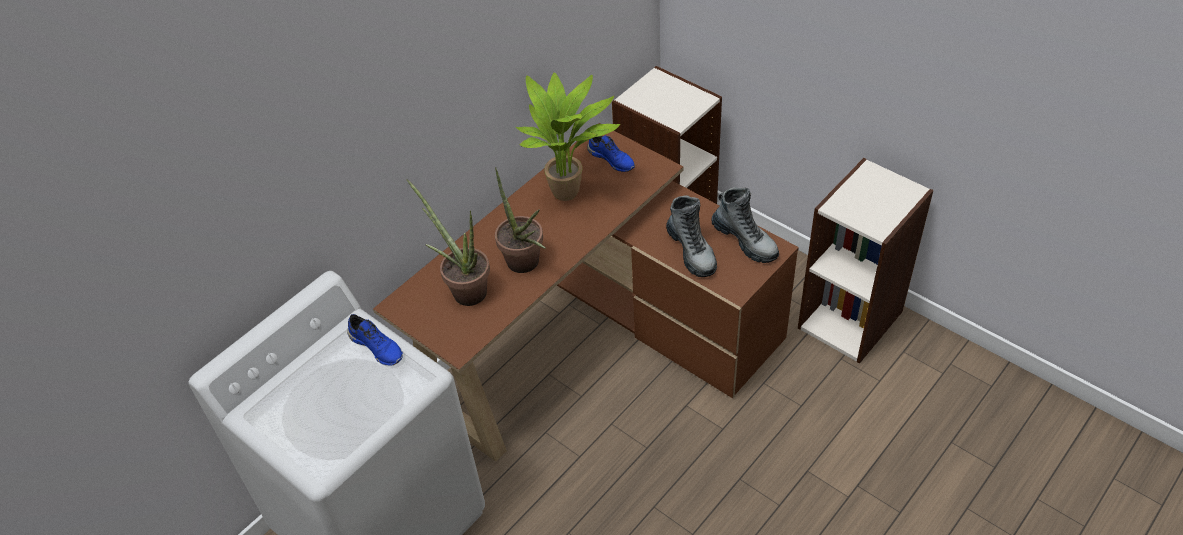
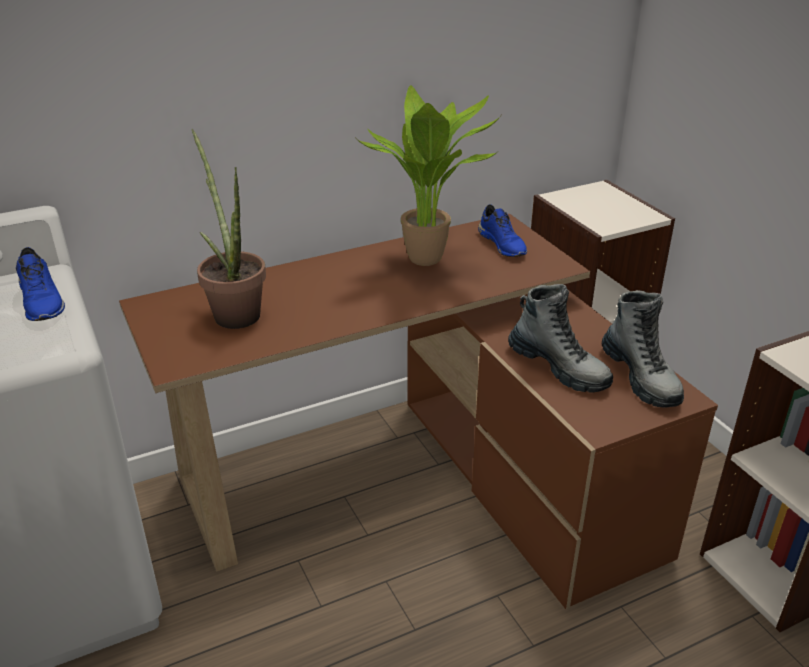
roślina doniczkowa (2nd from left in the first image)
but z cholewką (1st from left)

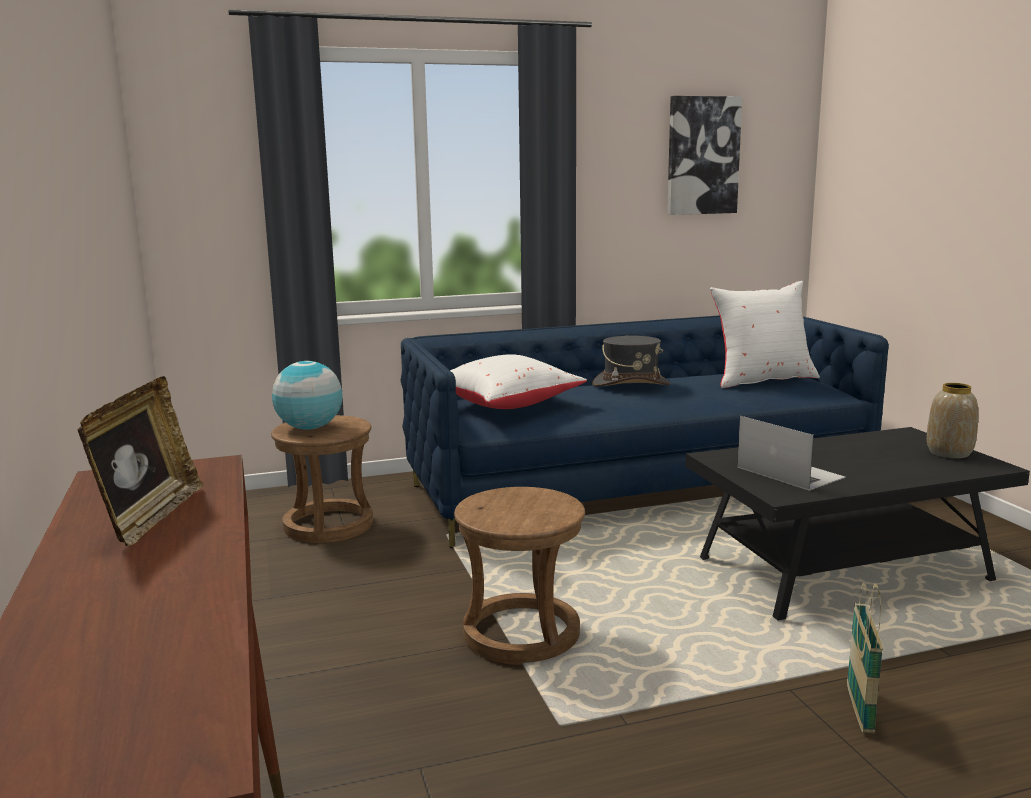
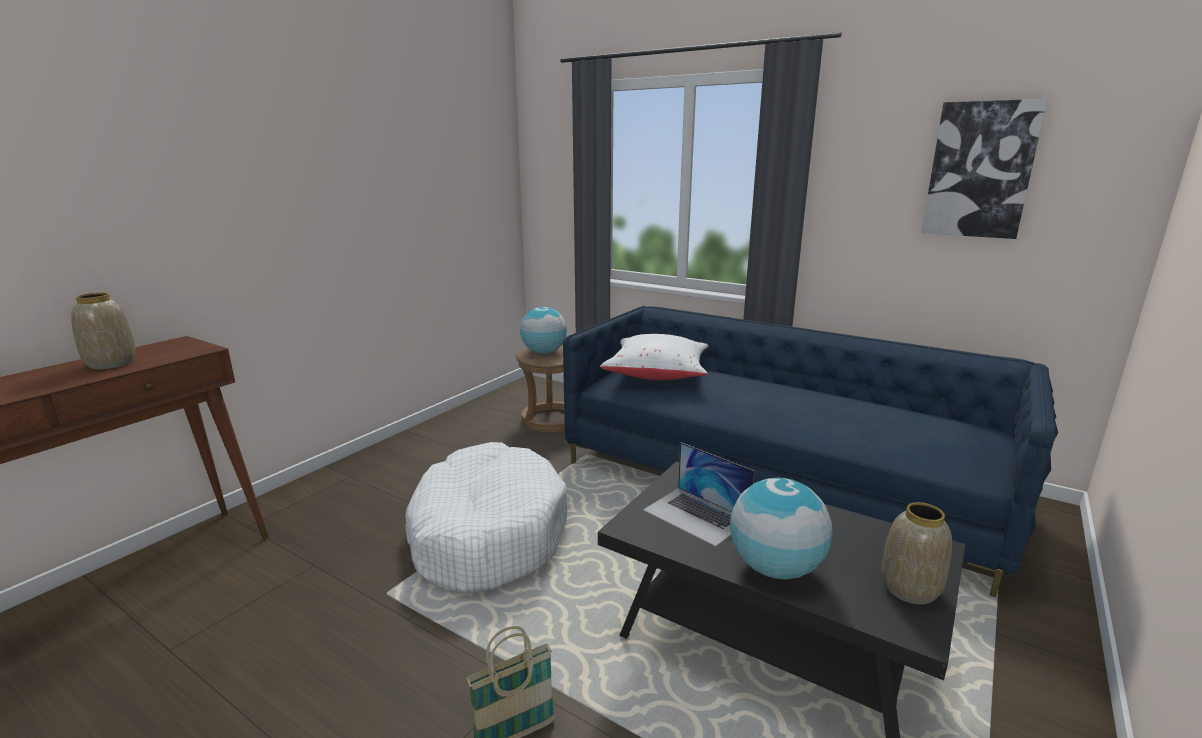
kapelusz/szary
poduszka/biały (2nd from left in the first image)
globus (2nd from left)
wazon (1st from left)
legowisko/biały
laptop

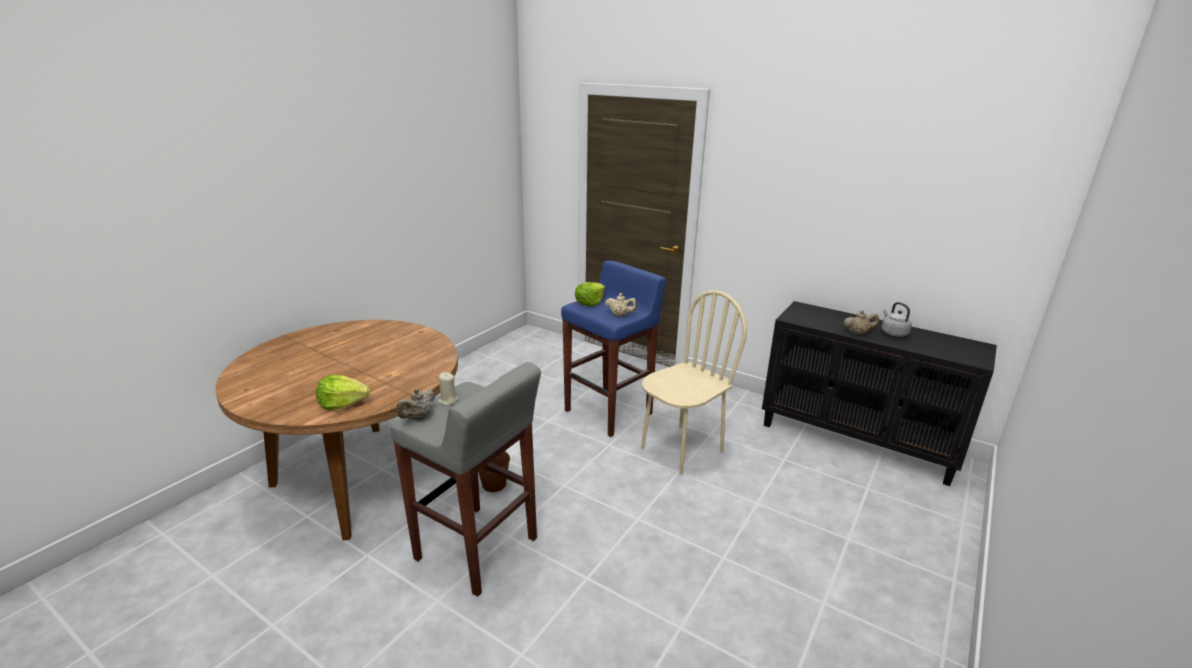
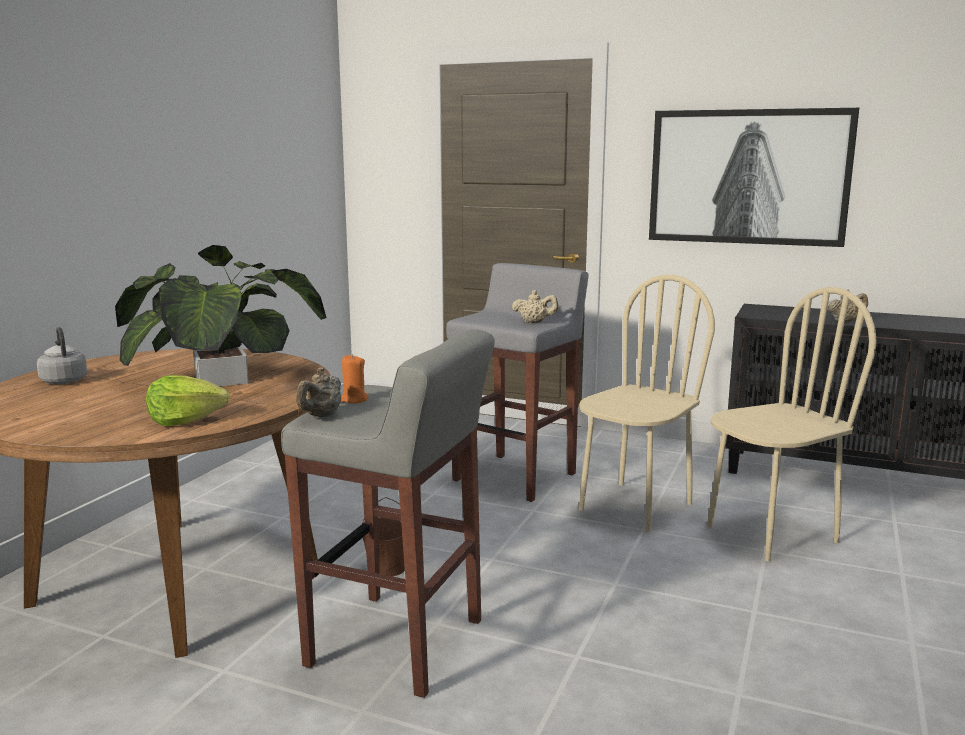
sałata (2nd from left in the first image)
roślina doniczkowa
obraz
krzesło/beżowy (2nd from left)
czajnik/szary
świeca/pomarańczowy
stołek/szary (2nd from left)

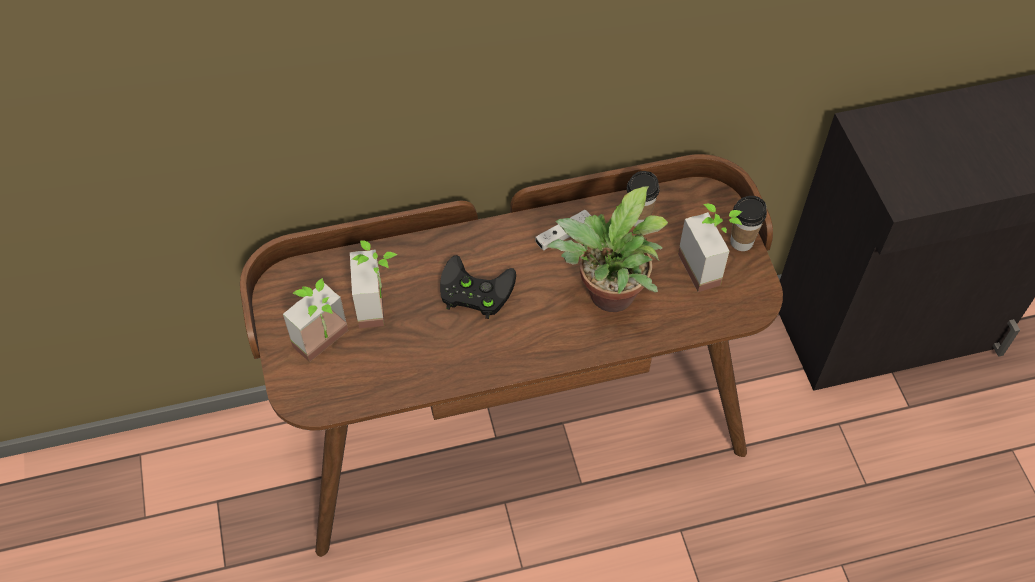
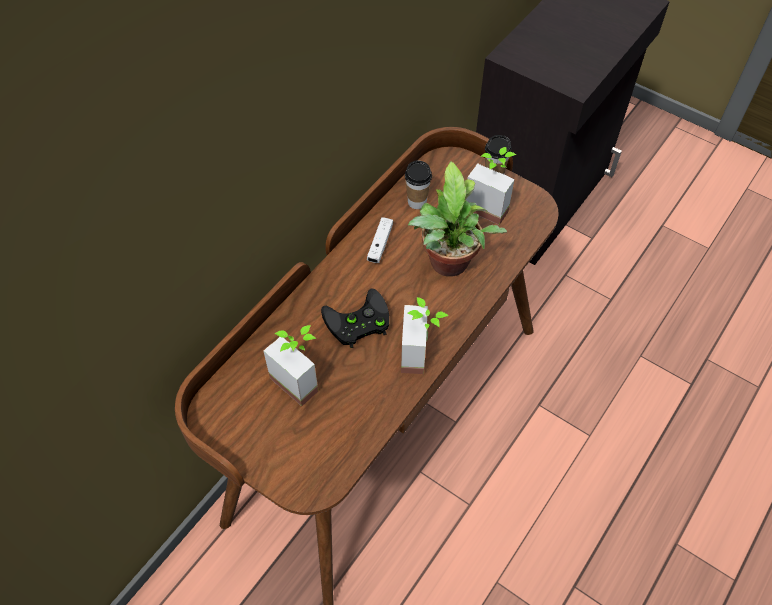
roślina doniczkowa (2nd from left)

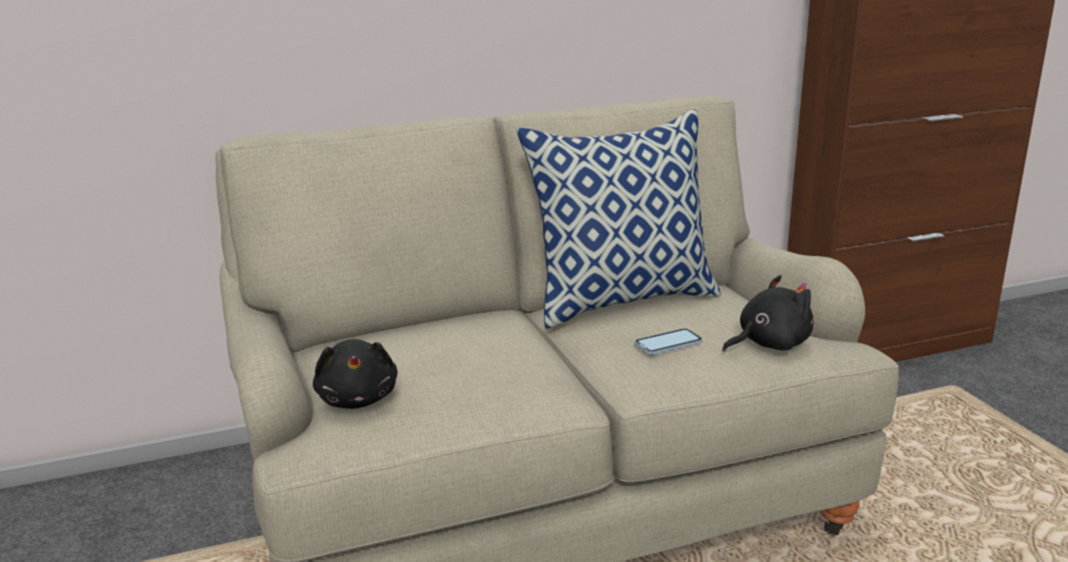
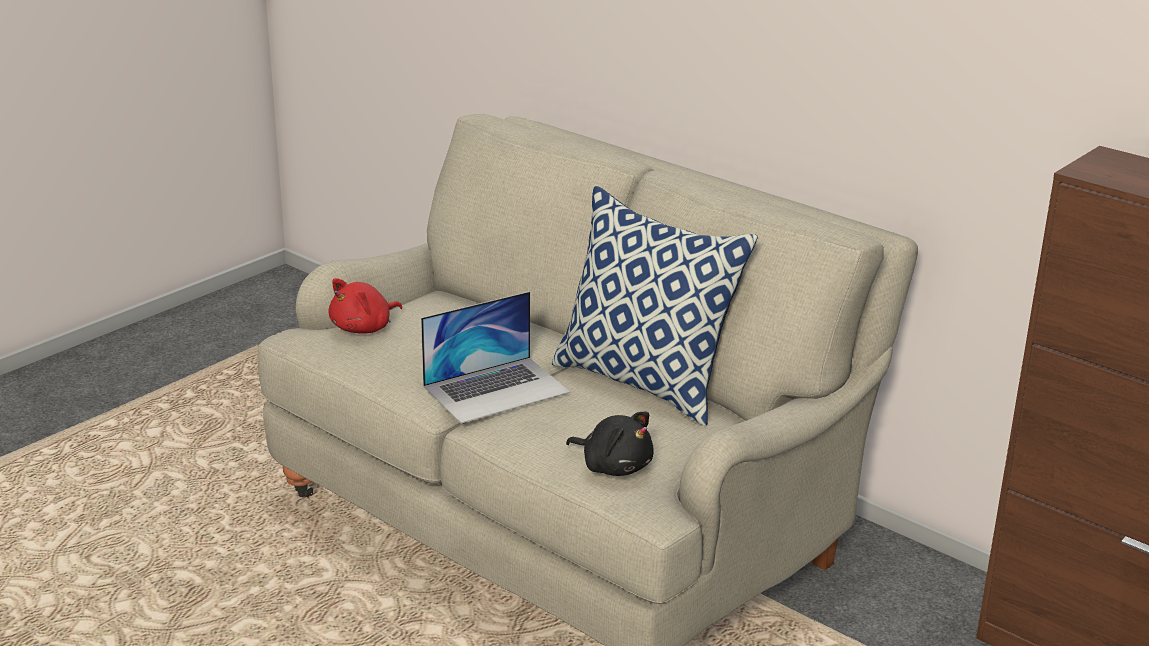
telefon
laptop
pluszak/czerwony

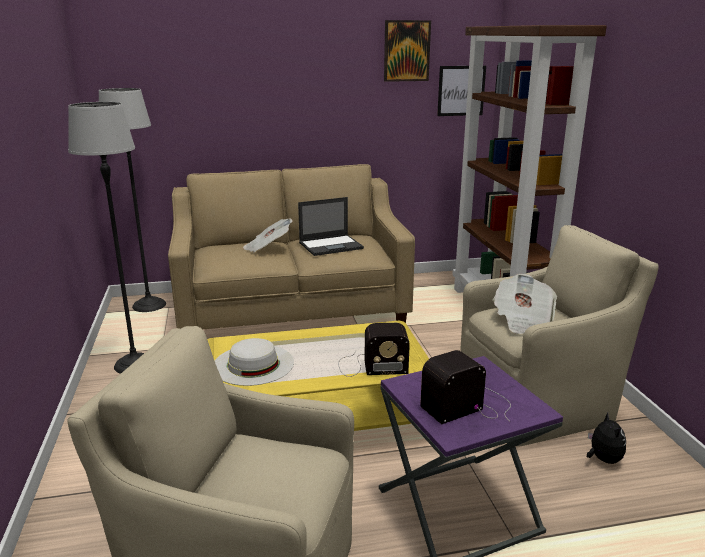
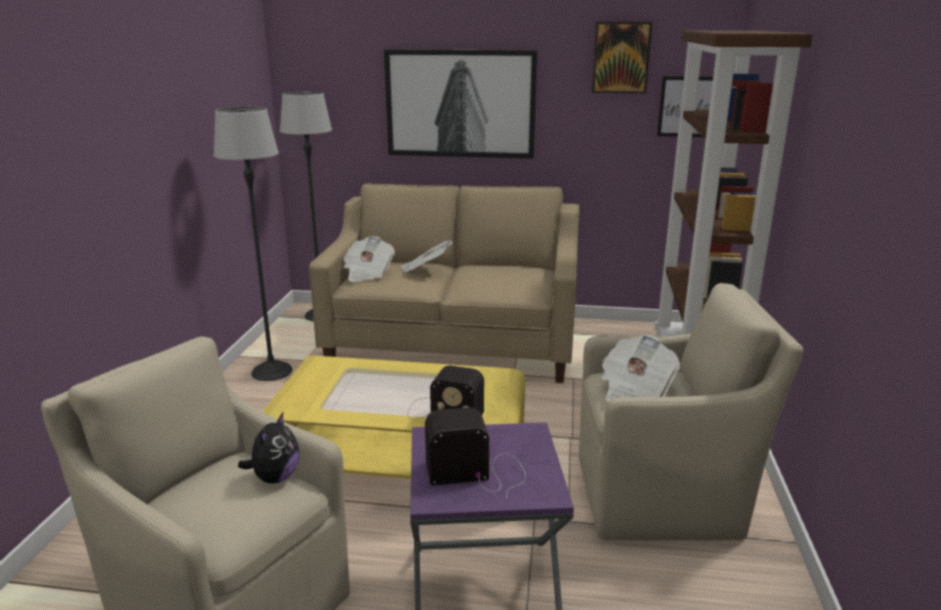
kapelusz/biały
laptop
gazeta (1st from left)
obraz (1st from left)
pluszak

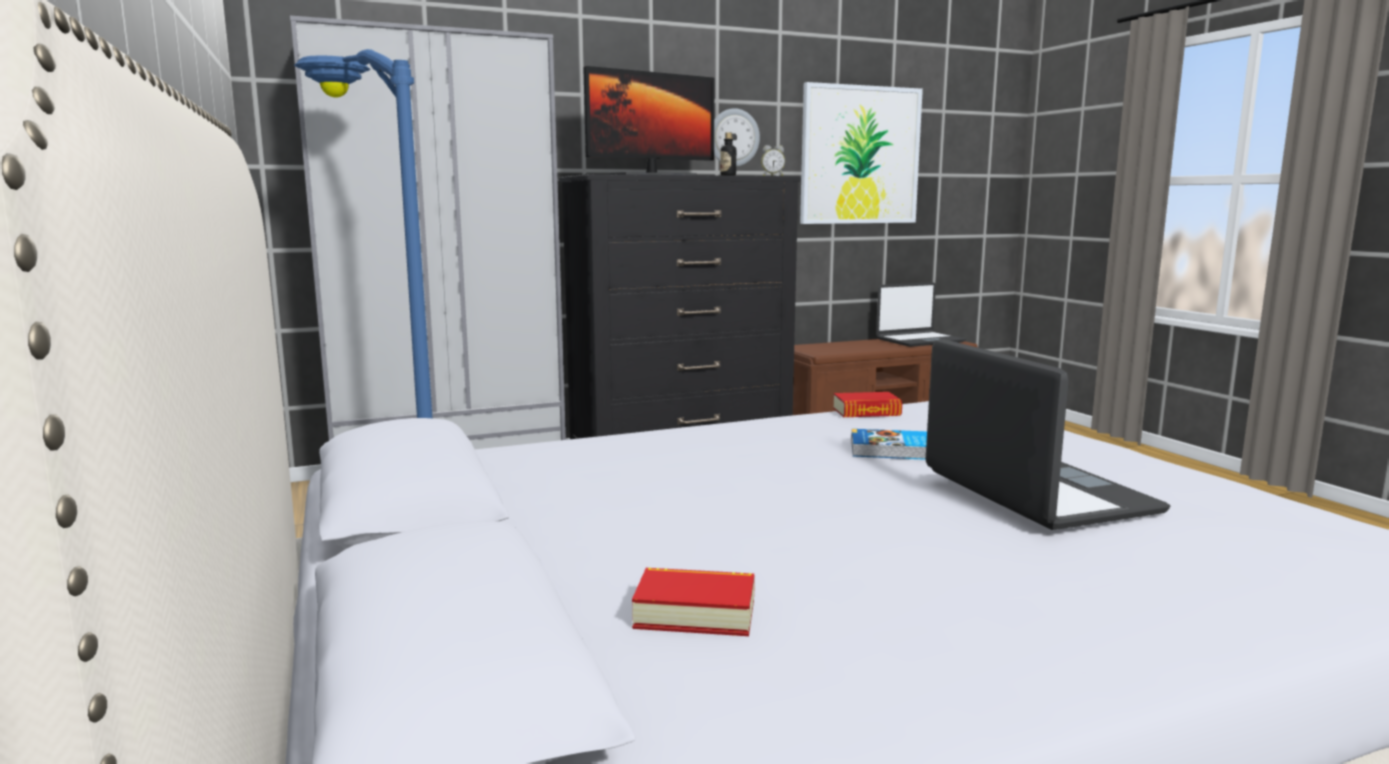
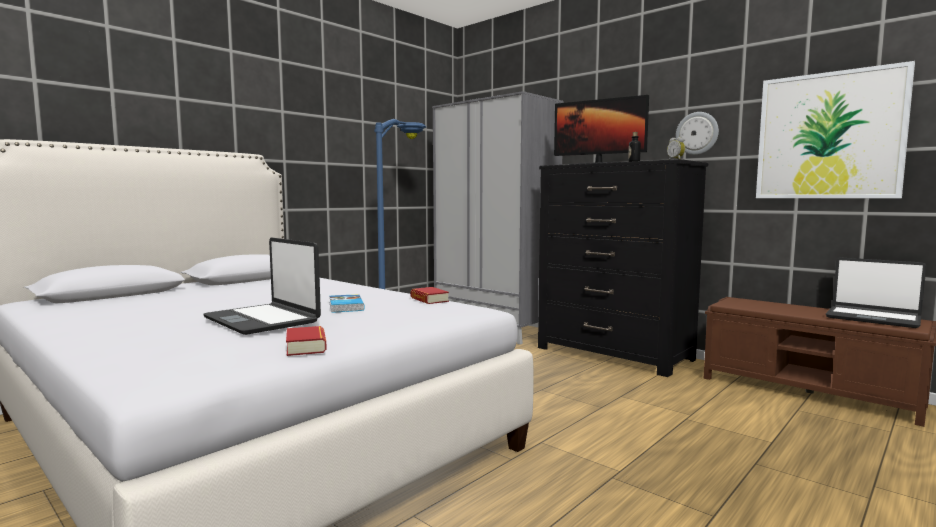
książka (1st from left)
laptop (1st from left)

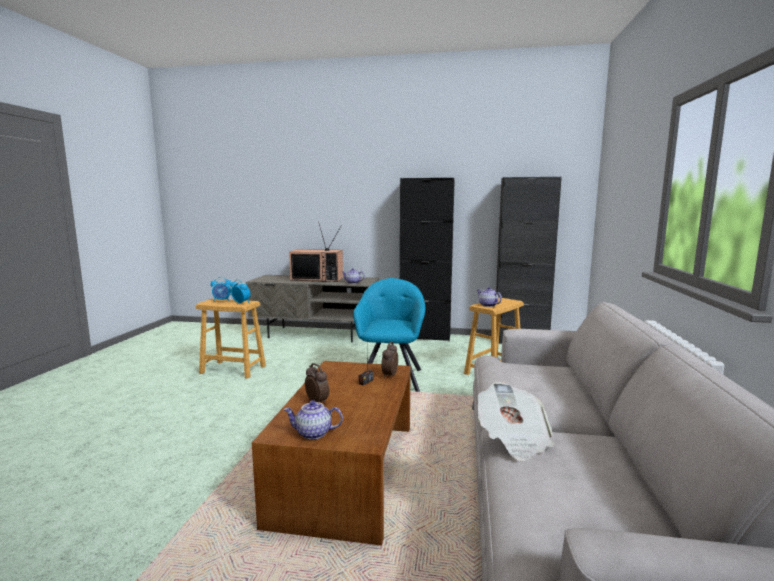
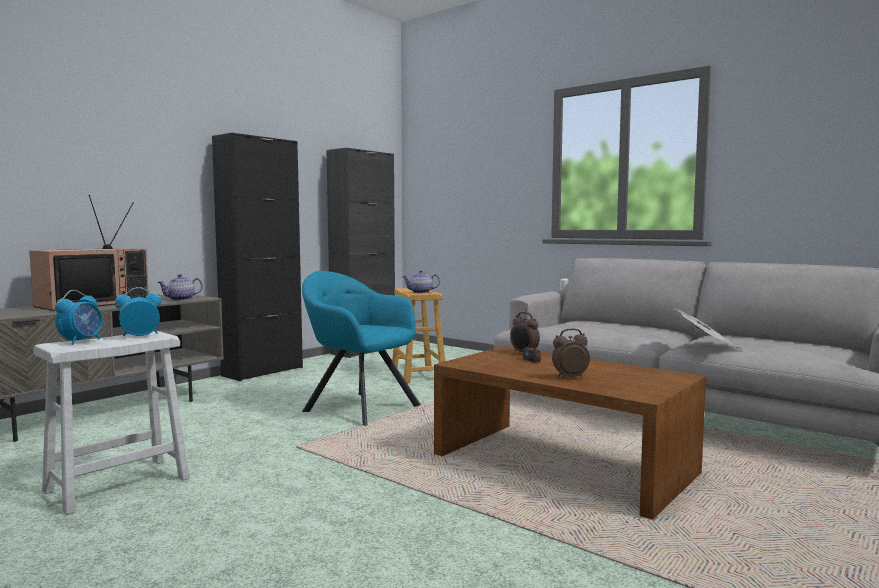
imbryk (1st from left in the first image)
stołek/biały

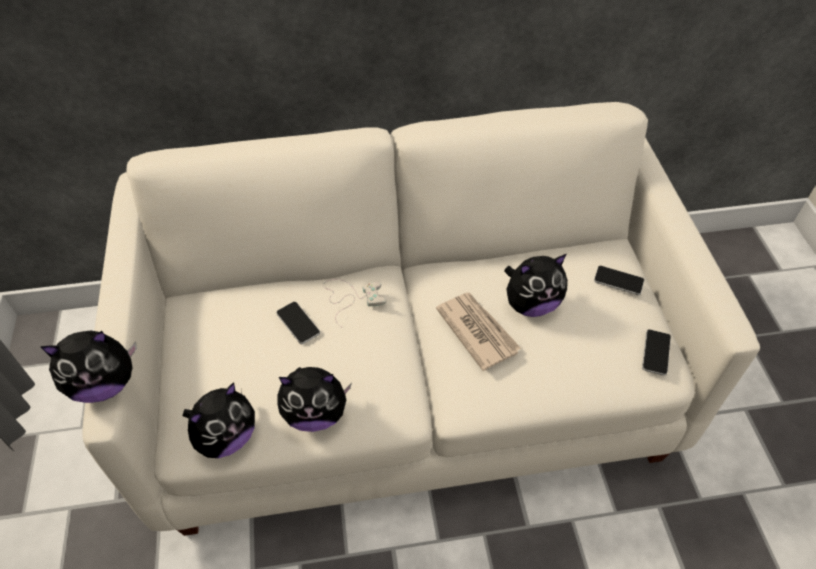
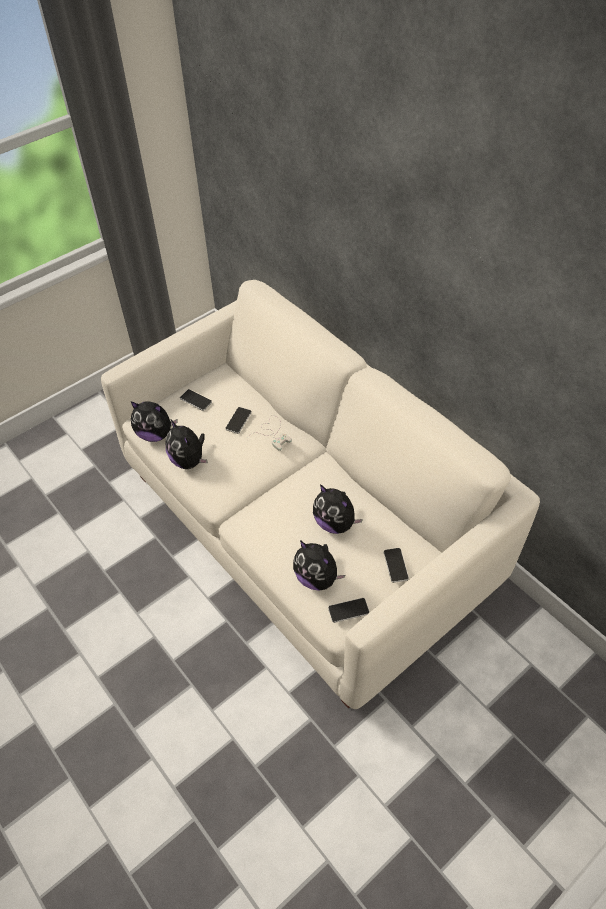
gazeta
telefon (1st from left)
pluszak (3rd from left)

